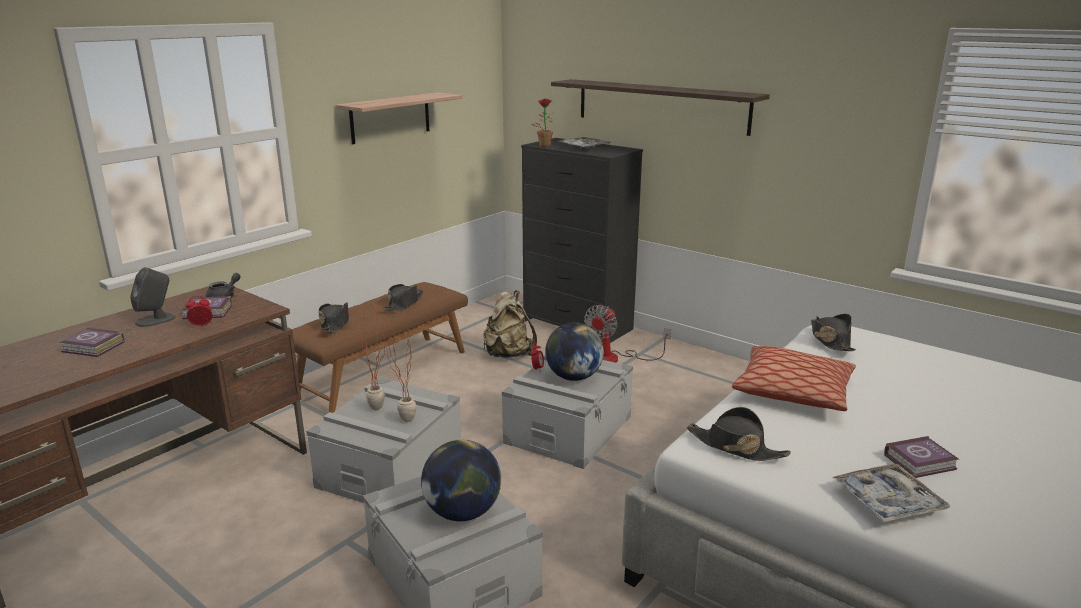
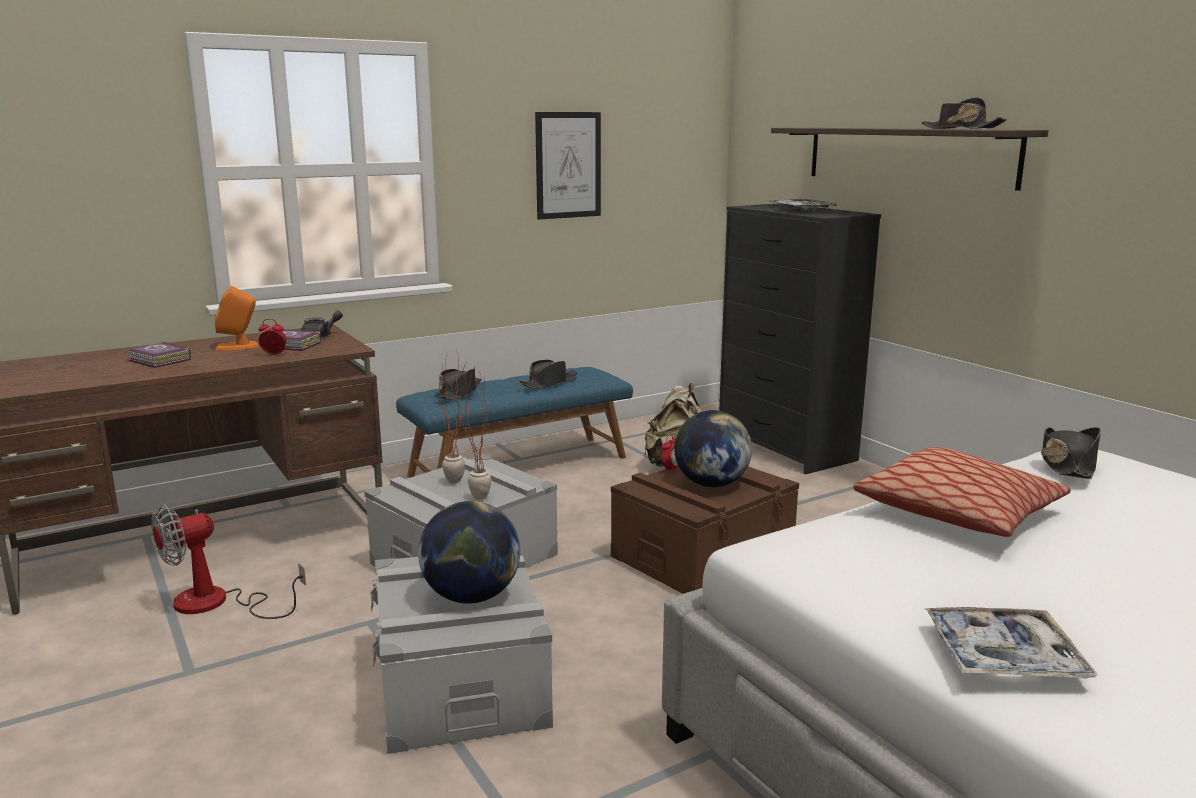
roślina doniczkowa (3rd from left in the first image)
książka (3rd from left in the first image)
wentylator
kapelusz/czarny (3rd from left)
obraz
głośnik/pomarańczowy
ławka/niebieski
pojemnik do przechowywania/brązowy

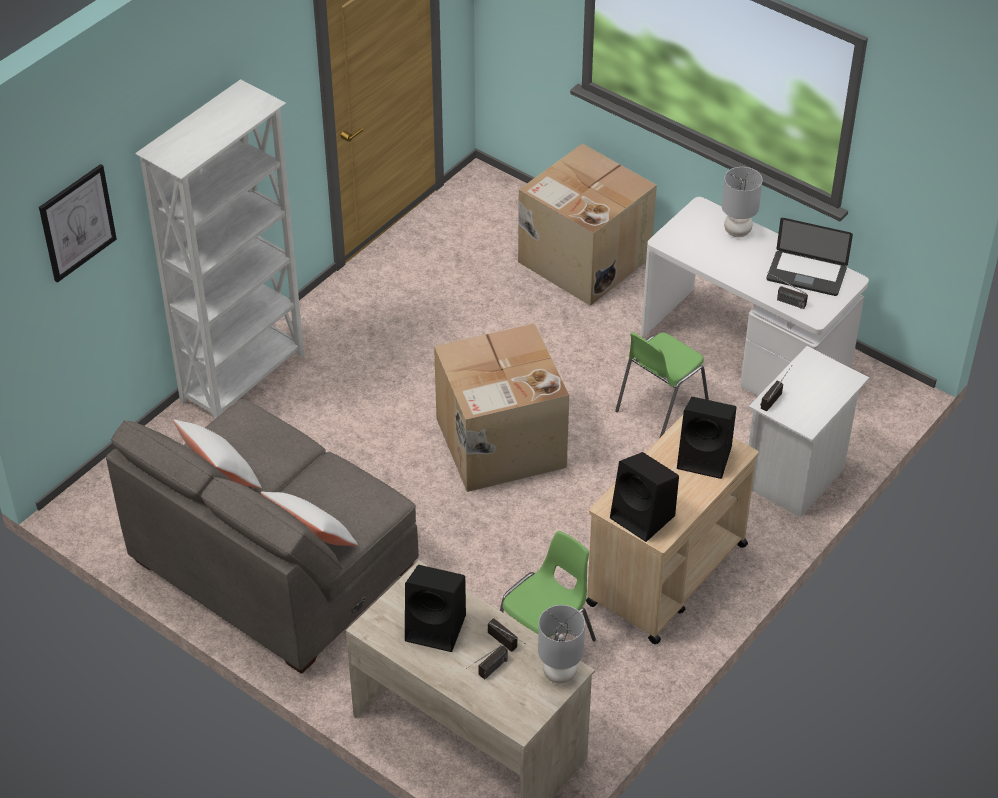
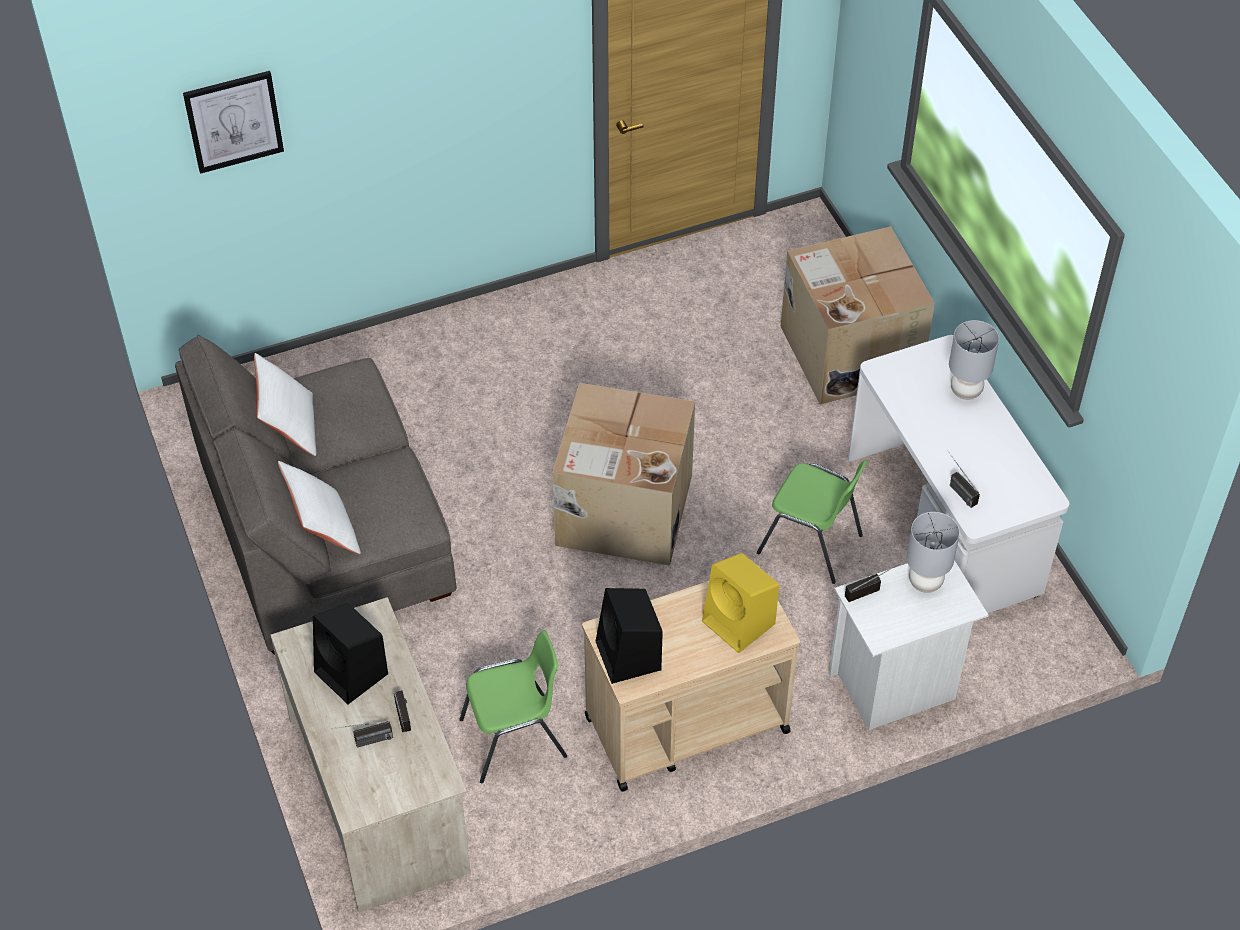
regał/biały
laptop
lampa stołowa/szary (1st from left)
głośnik/żółty
krzesło/zielony (2nd from left)

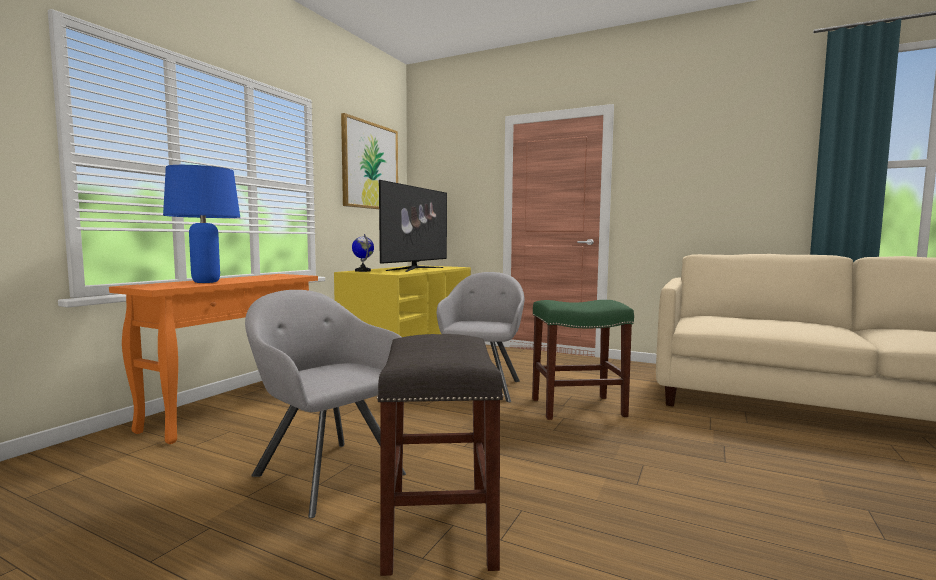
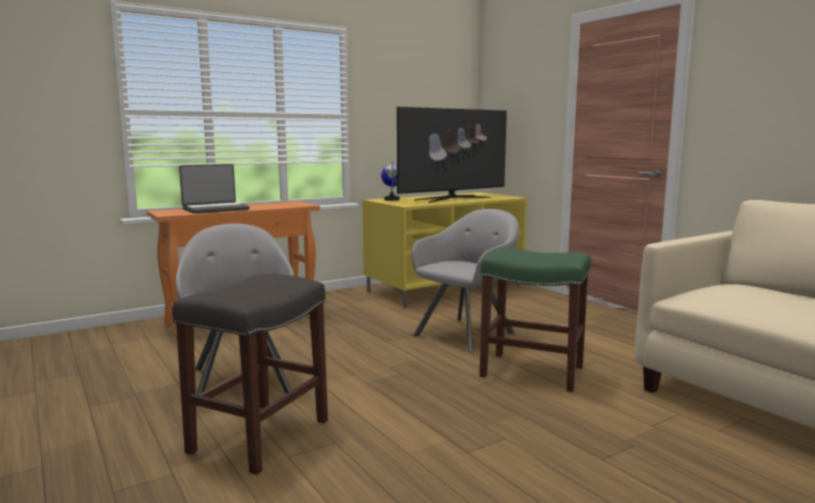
obraz
laptop

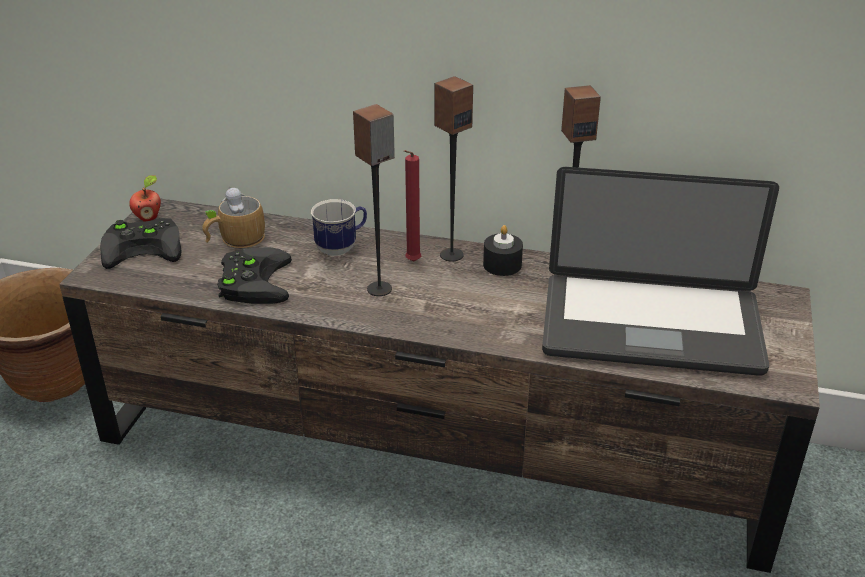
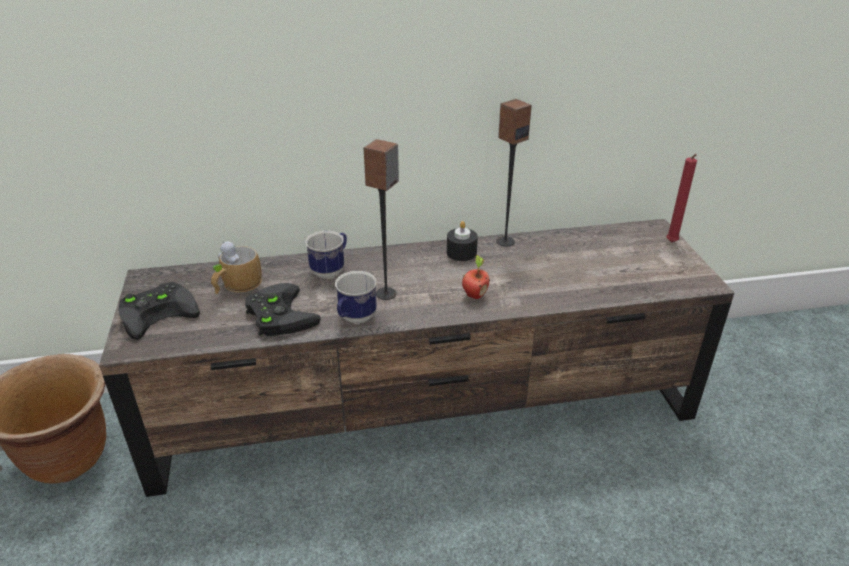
głośnik (2nd from left in the first image)
laptop
kubek (3rd from left)
jabłko
świeca/czerwony

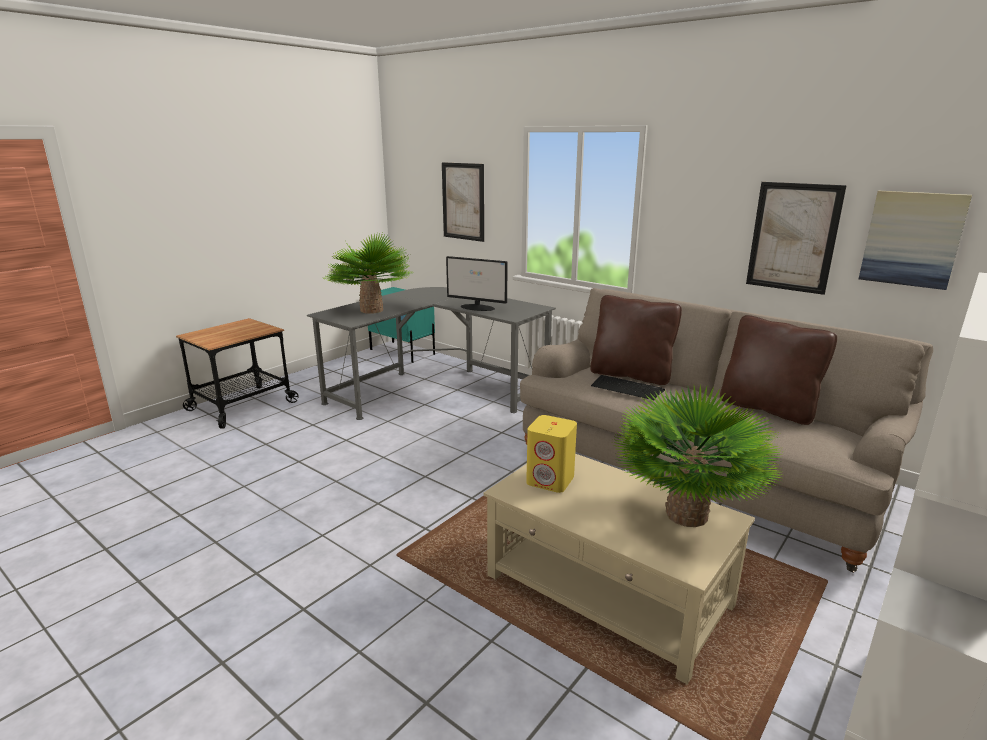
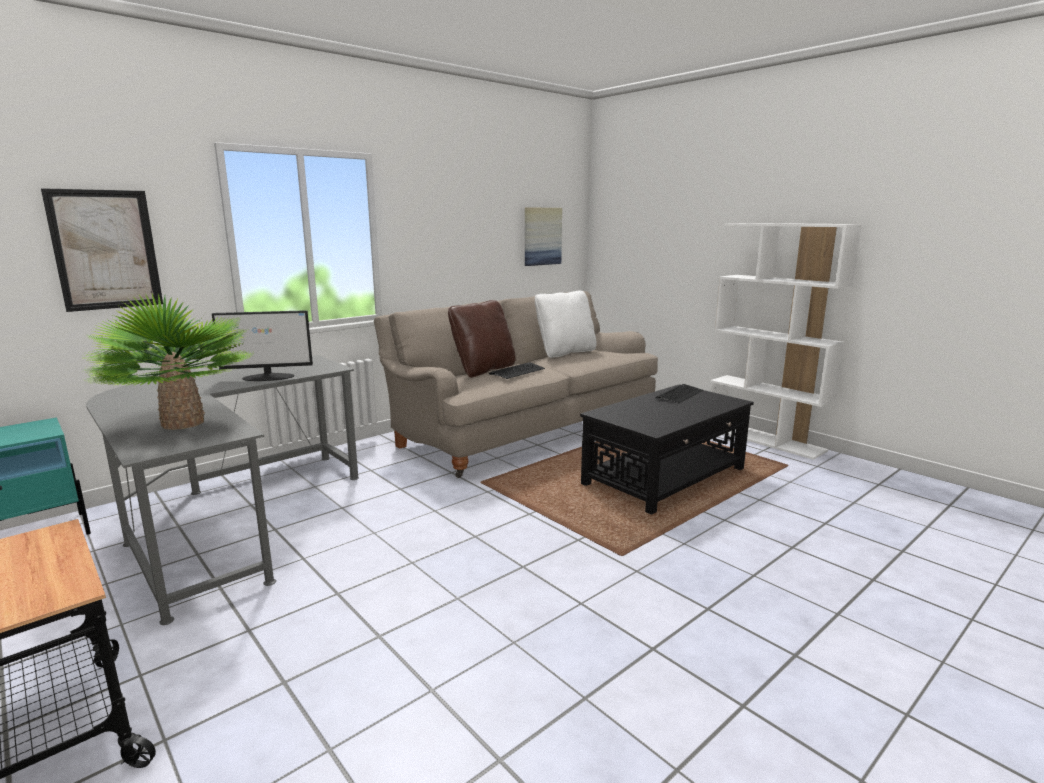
głośnik/żółty
obraz (2nd from left in the first image)
klawiatura (2nd from left)
ława/czarny
poduszka/biały
monitor

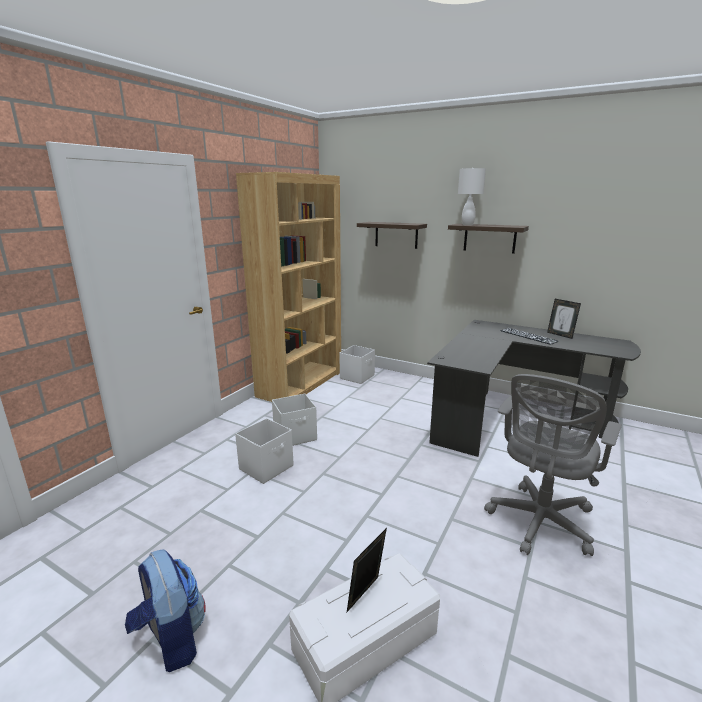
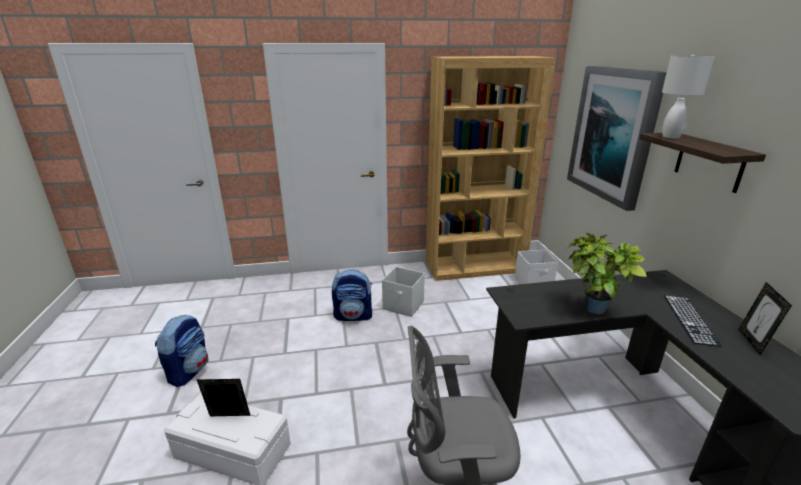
roślina doniczkowa
plecak (2nd from left)
obraz

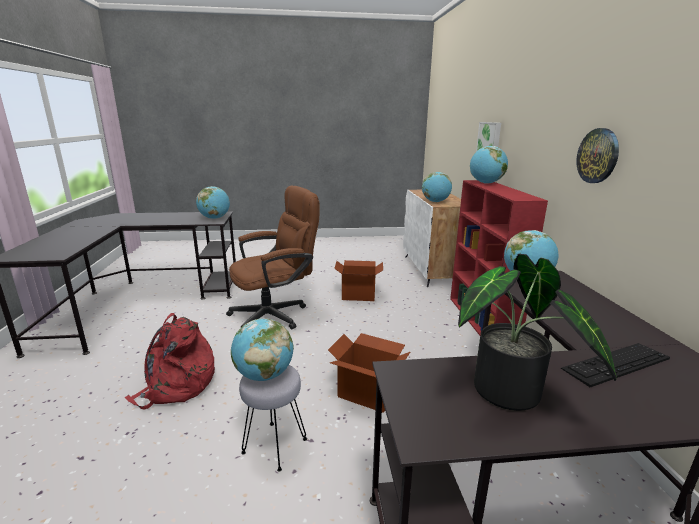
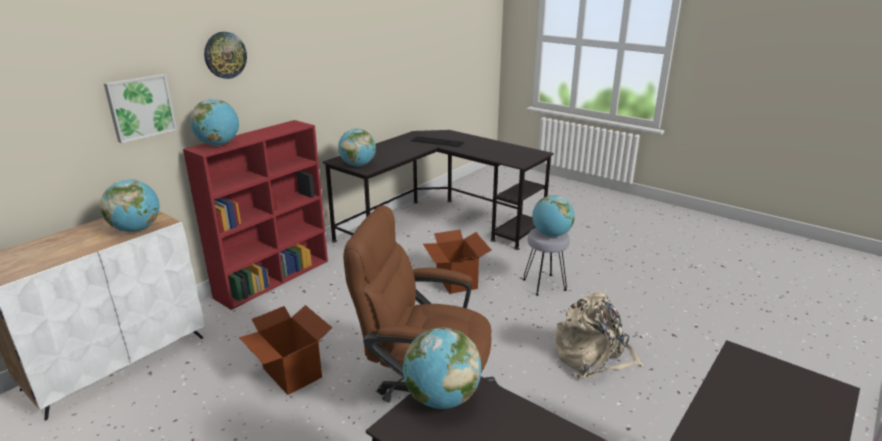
roślina doniczkowa
zegar ścienny
plecak/beżowy

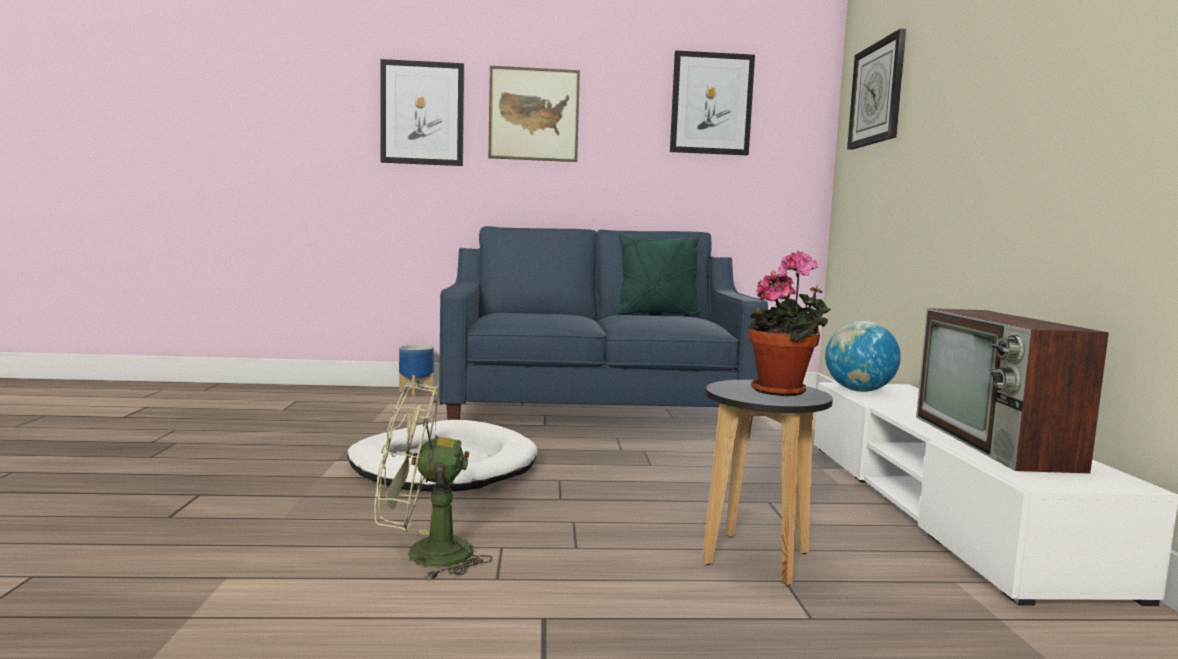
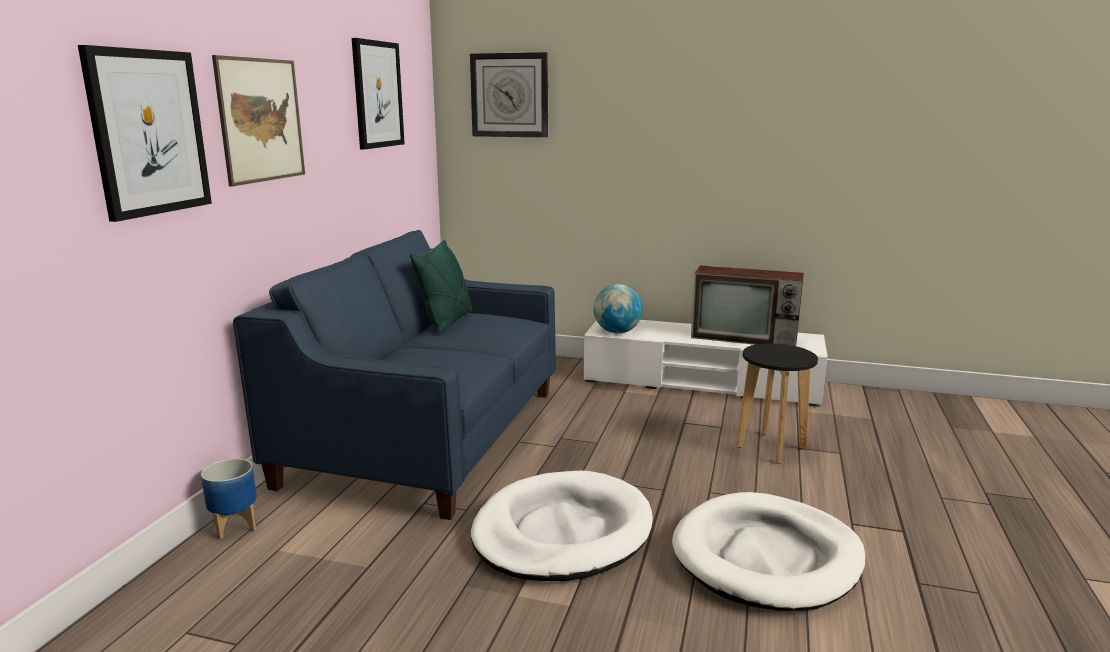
roślina doniczkowa
legowisko/biały (2nd from left)

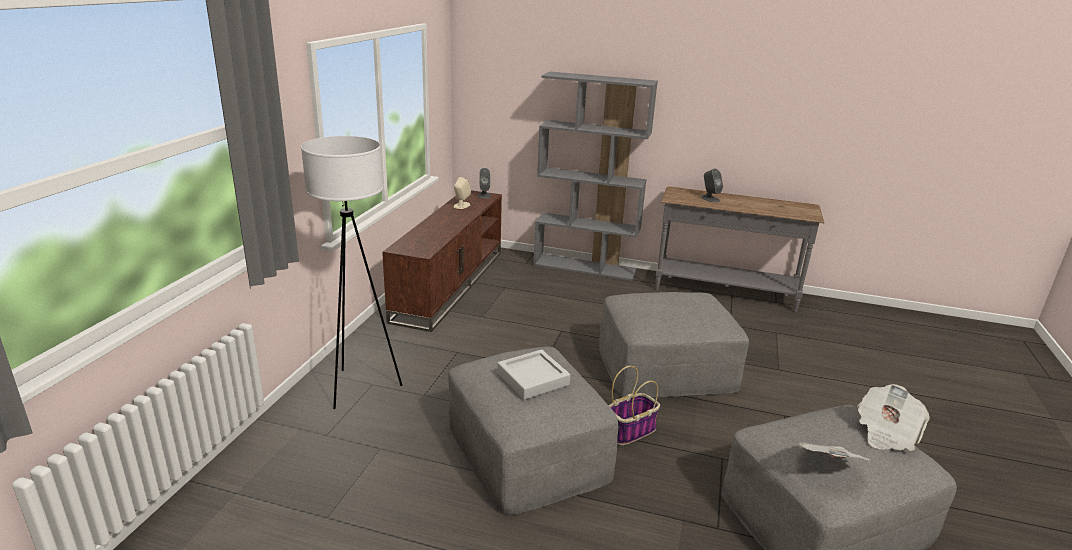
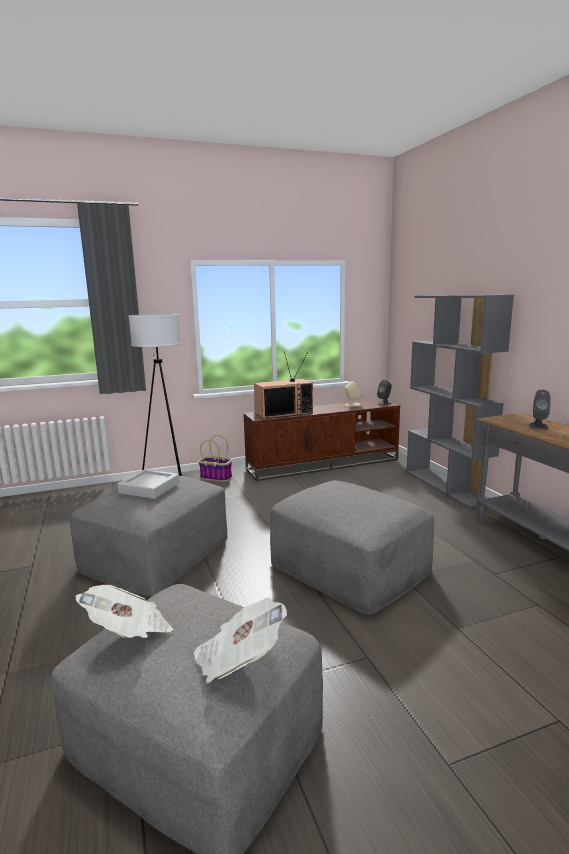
telewizor
koszyk

